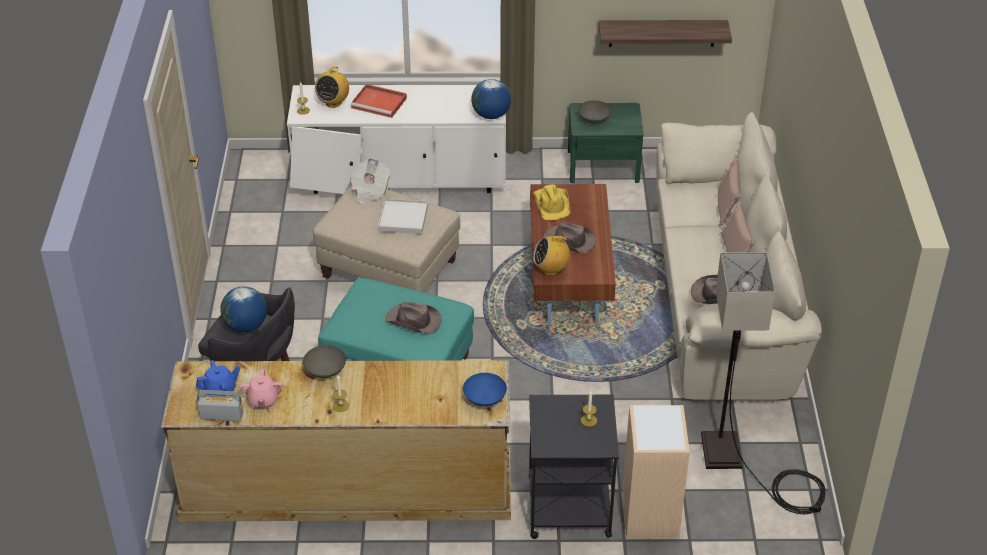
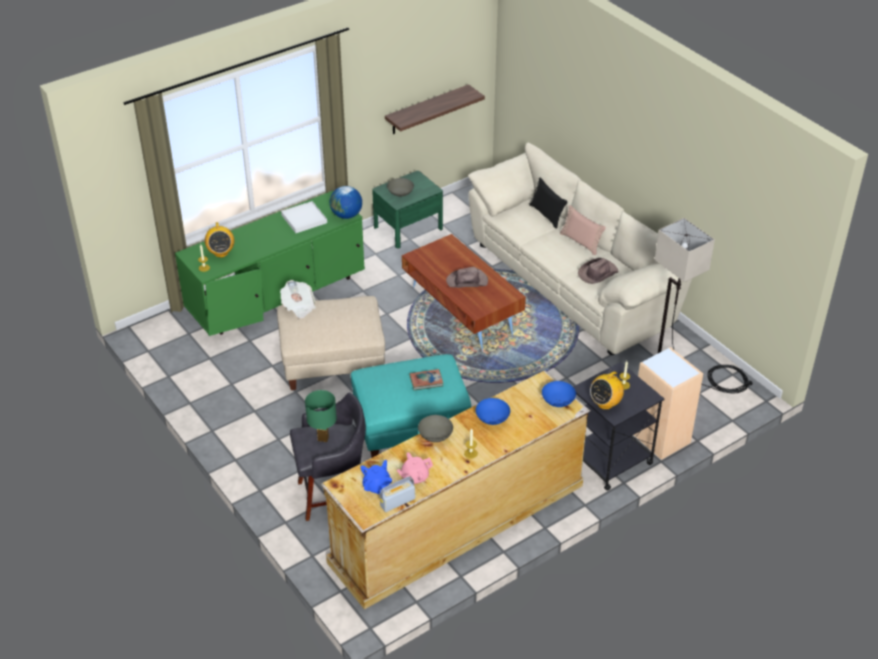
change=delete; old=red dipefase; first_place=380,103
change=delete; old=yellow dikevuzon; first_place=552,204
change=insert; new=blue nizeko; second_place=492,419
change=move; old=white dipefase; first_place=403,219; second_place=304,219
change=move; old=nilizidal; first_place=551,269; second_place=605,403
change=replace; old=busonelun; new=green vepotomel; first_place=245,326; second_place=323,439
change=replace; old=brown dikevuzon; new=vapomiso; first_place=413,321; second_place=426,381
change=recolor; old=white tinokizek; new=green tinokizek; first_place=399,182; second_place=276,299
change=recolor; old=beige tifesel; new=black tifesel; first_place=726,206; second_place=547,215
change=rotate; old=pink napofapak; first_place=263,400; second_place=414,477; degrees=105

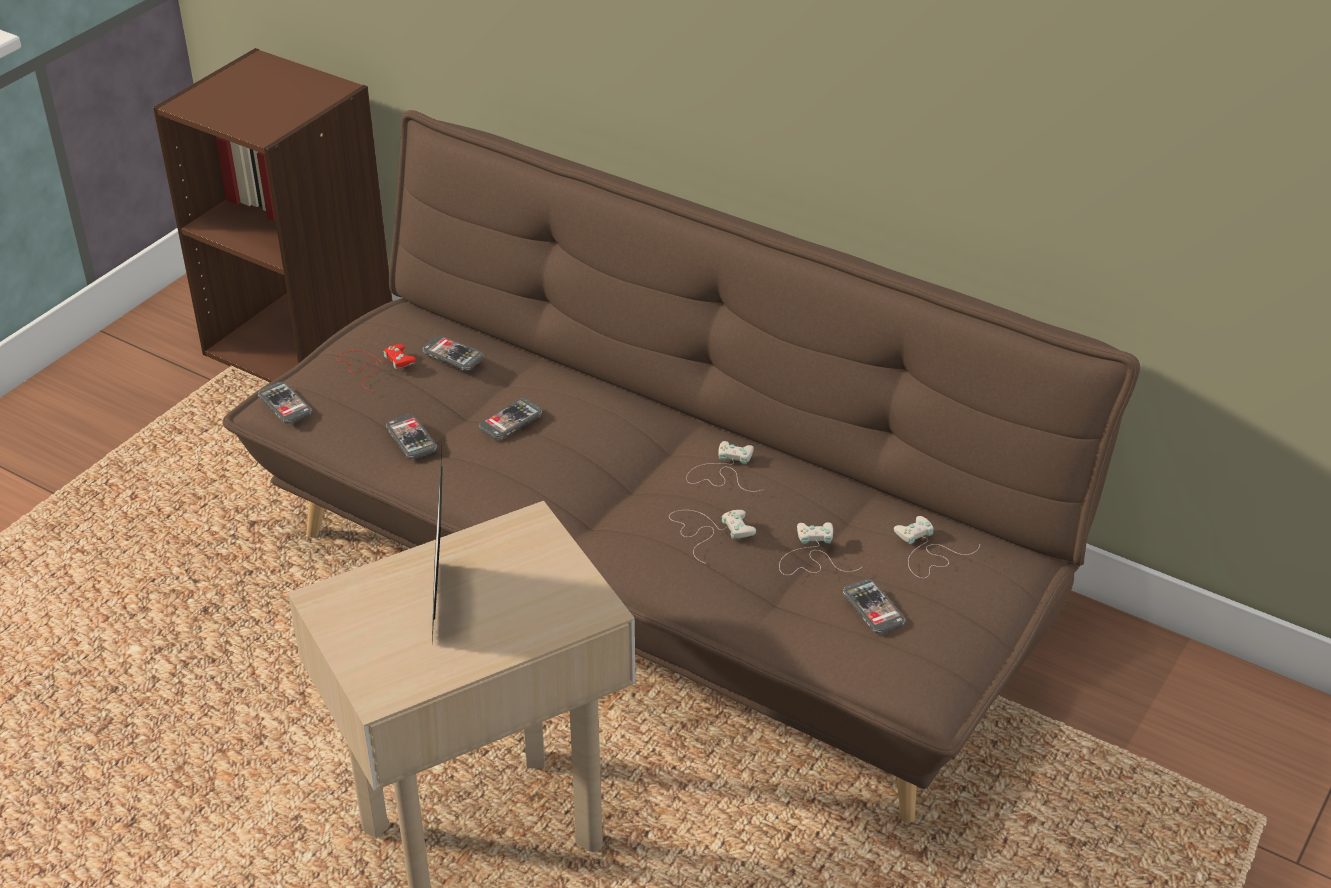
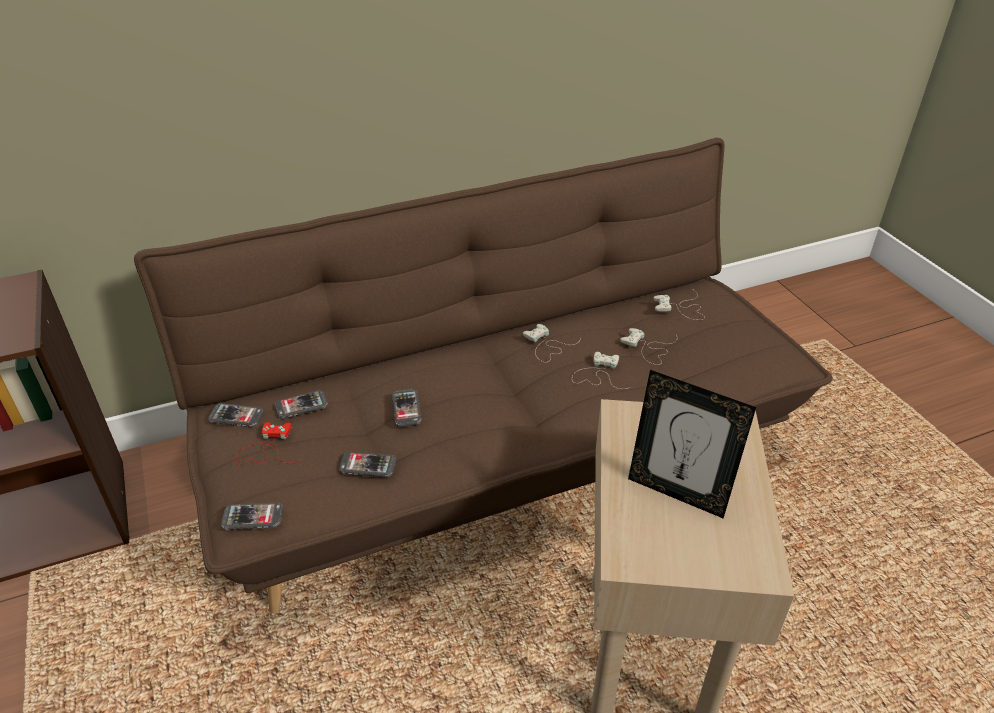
change=move; old=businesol; first_place=873,608; second_place=236,417

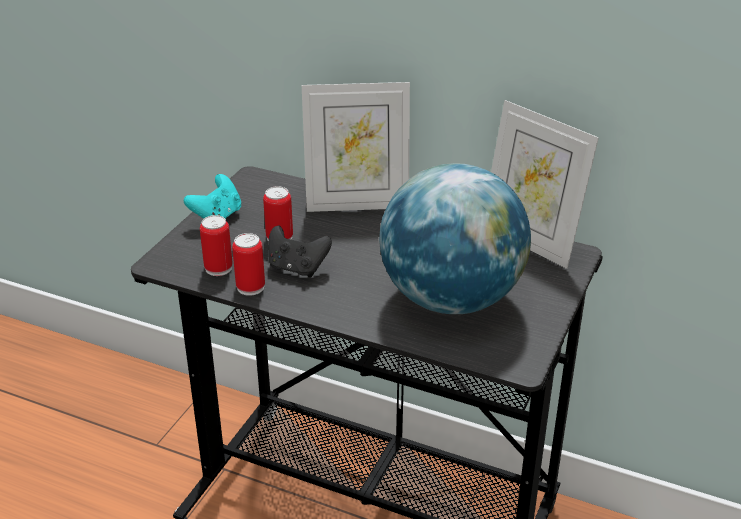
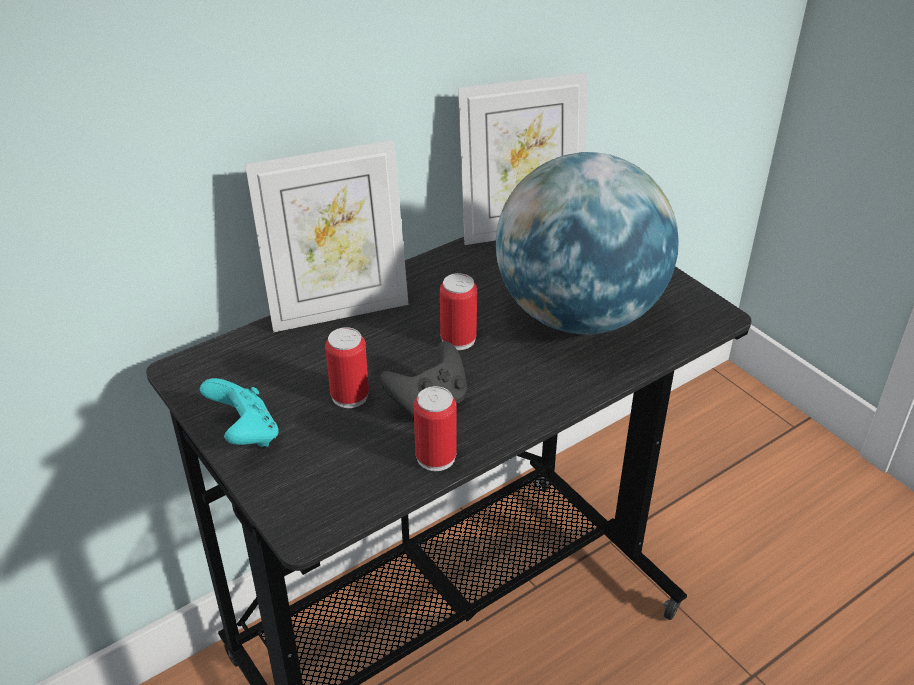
change=move; old=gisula; first_place=218,268; second_place=458,339
change=rotate; old=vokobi; first_place=357,204; second_place=338,309; degrees=45

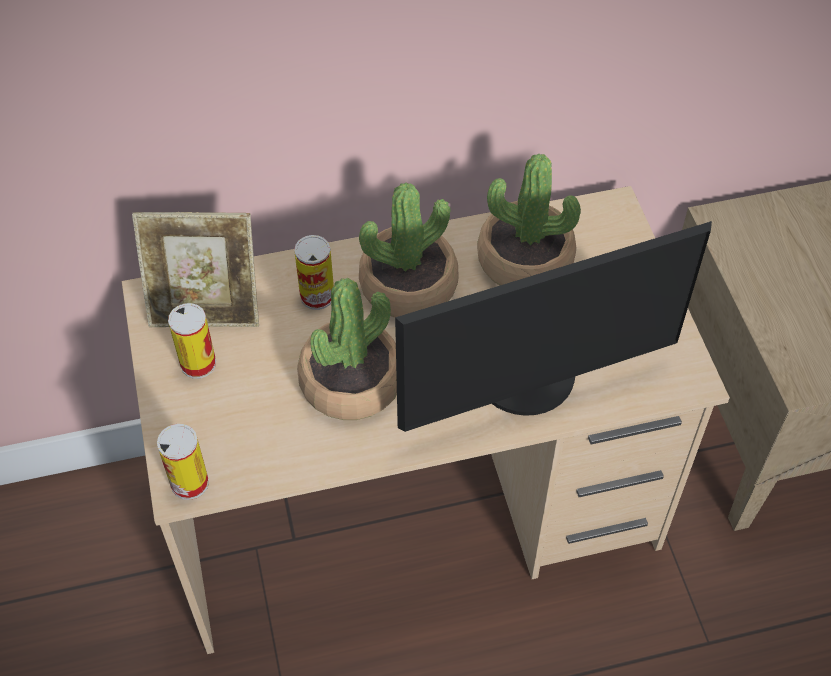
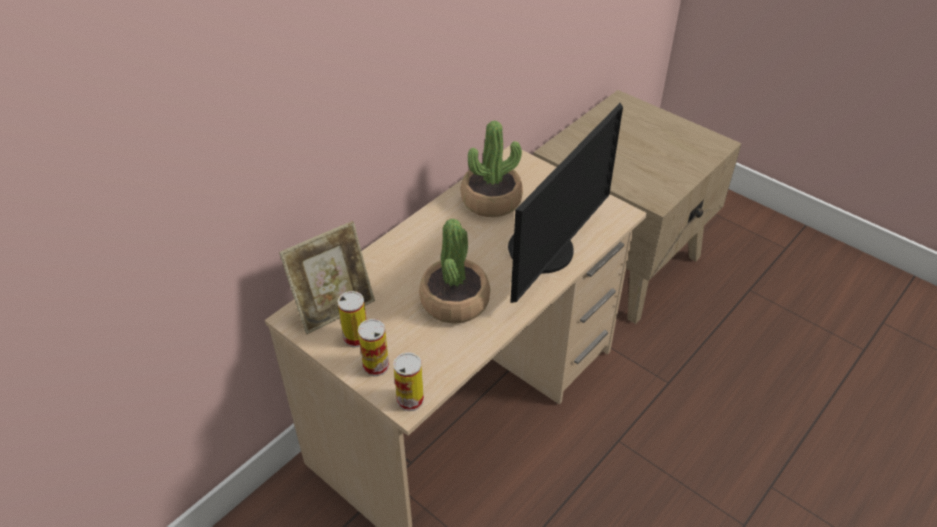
change=delete; old=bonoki; first_place=408,285
change=move; old=gisula; first_place=317,296; second_place=376,366

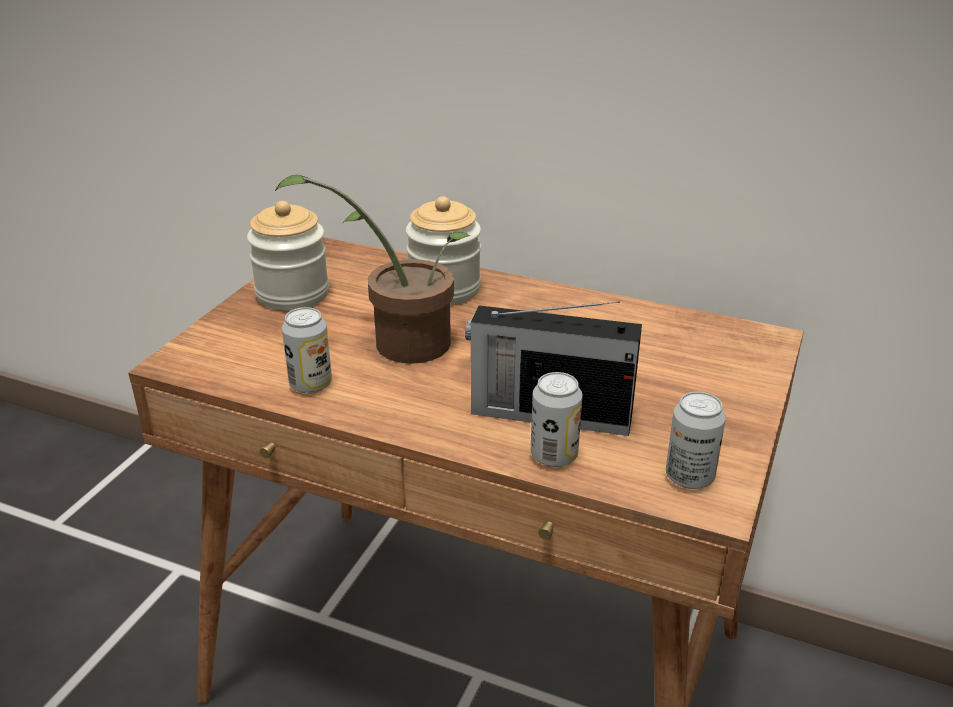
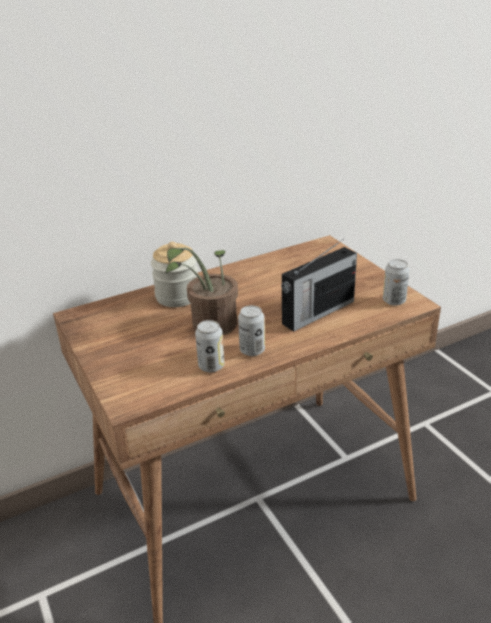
change=delete; old=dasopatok; first_place=292,294
change=move; old=gisula; first_place=554,455; second_place=252,350

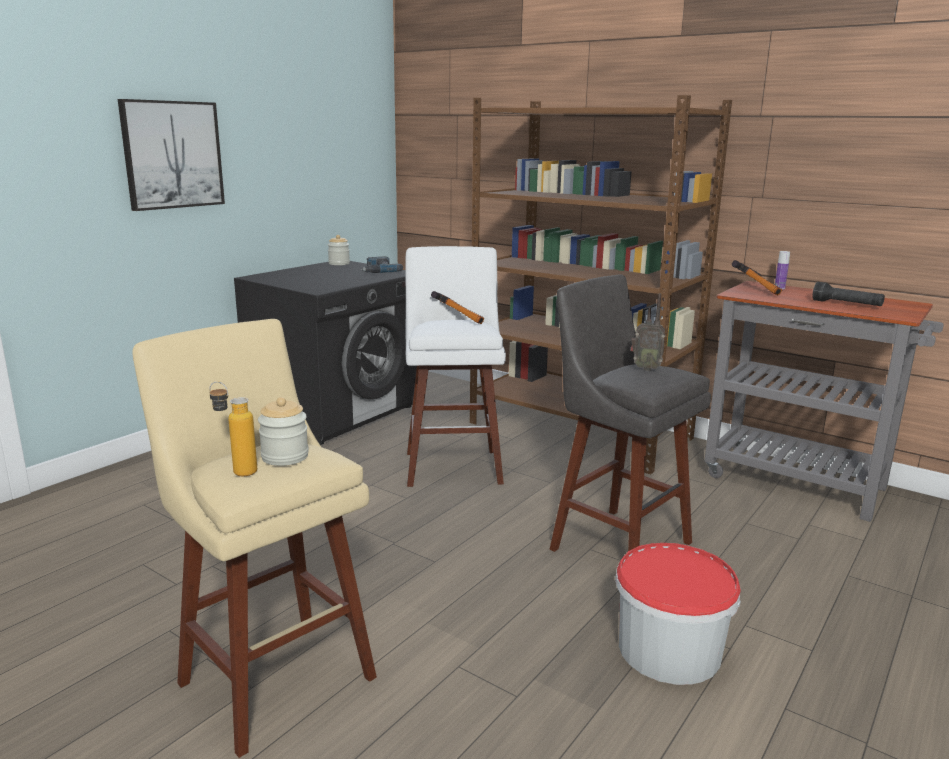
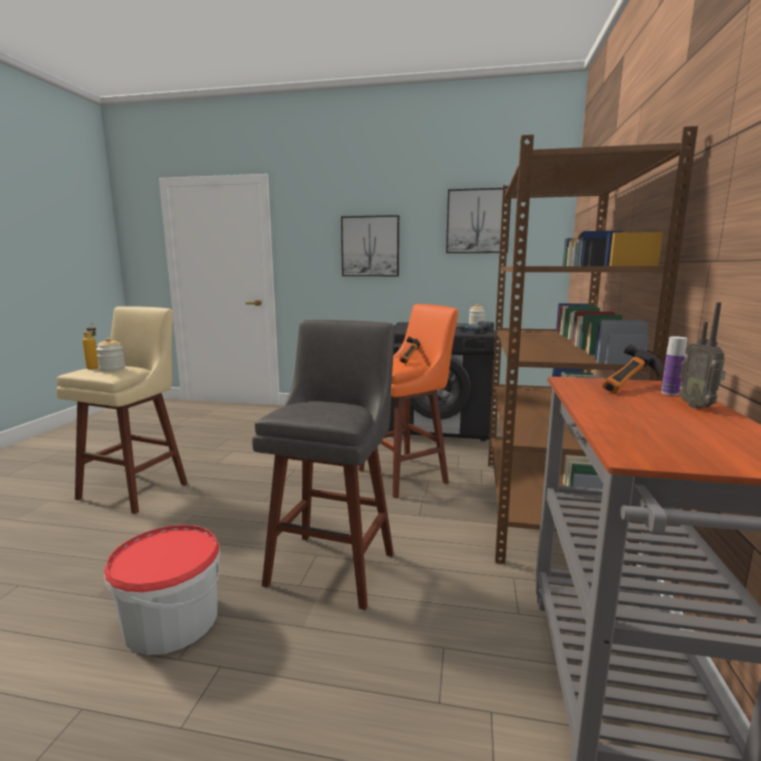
change=delete; old=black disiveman; first_place=846,304
change=insert; new=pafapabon; second_place=478,221
change=move; old=nilizidal; first_place=645,368; second_place=697,406
change=recolor; old=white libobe; new=orange libobe; first_place=453,466; second_place=405,475

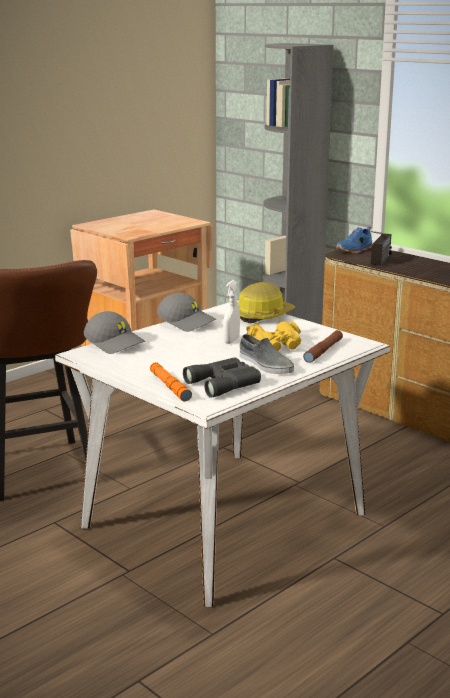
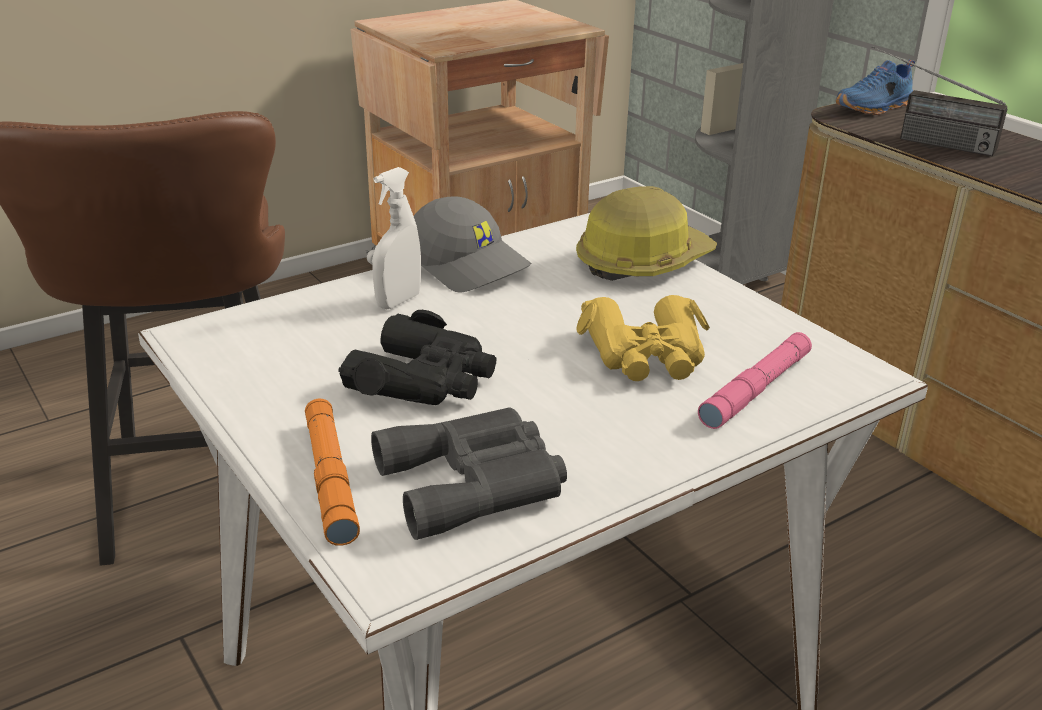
change=delete; old=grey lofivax; first_place=115,343
change=delete; old=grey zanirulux; first_place=265,364
change=insert; new=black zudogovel; second_place=424,379
change=move; old=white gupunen; first_place=231,341; second_place=398,301
change=recolor; old=brown disiveman; new=pink disiveman; first_place=323,351; second_place=756,389
change=rotate; old=nilizidal; first_place=379,262; second_place=922,140; degrees=90

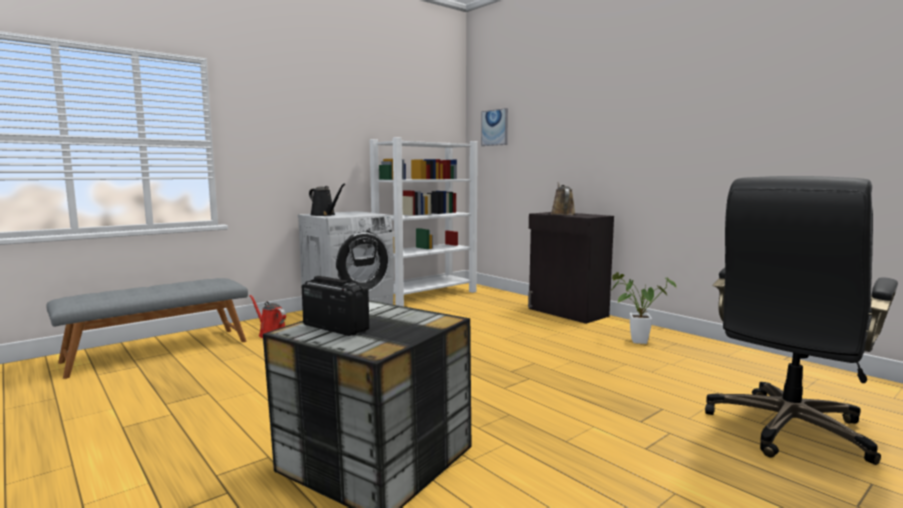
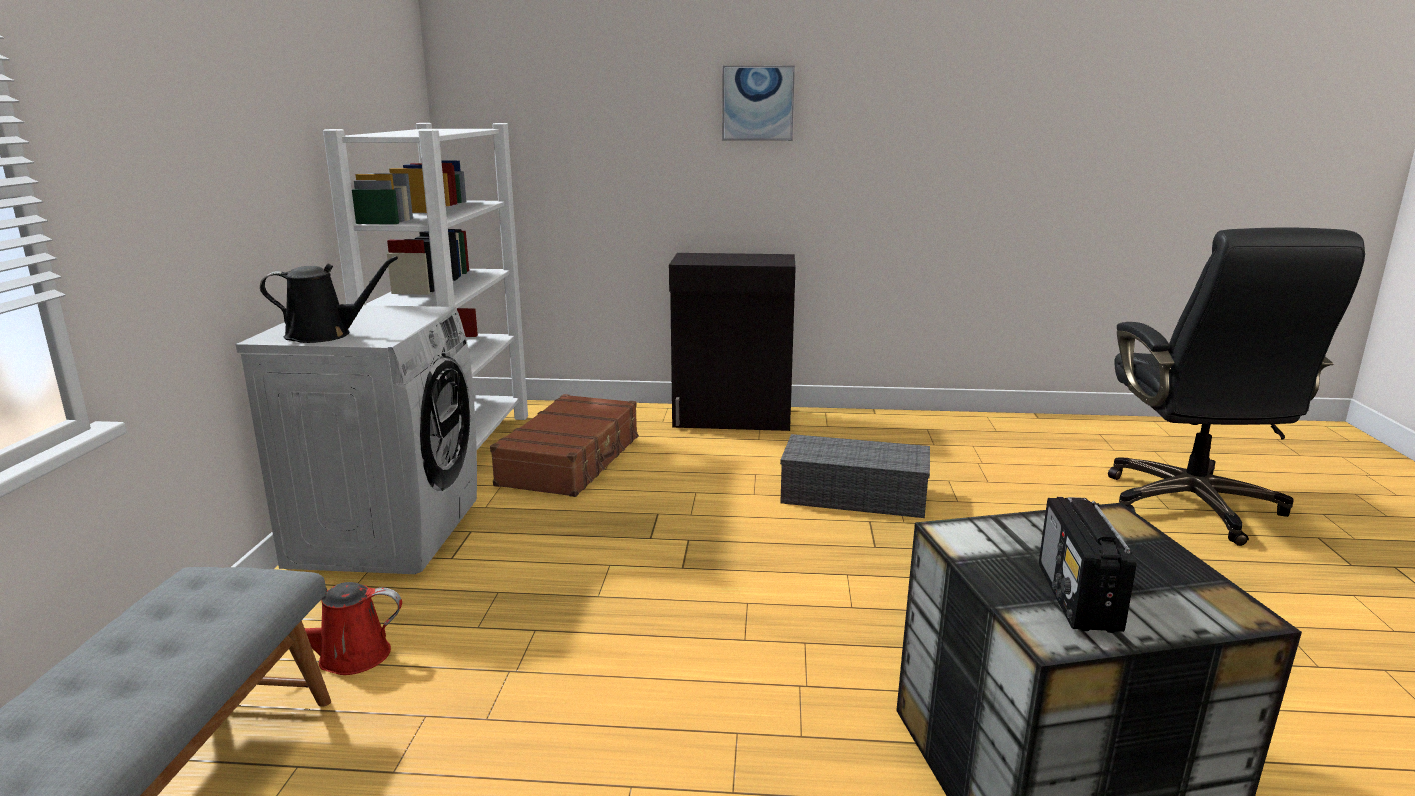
change=delete; old=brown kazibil; first_place=562,214
change=delete; old=bonoki; first_place=634,341
change=insert; new=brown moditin; second_place=571,461
change=insert; new=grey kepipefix; second_place=856,495
change=move; old=pafapabon; first_place=495,127; second_place=758,103
change=rotate; old=nilizidal; first_place=335,327; second_place=1078,598; degrees=-75

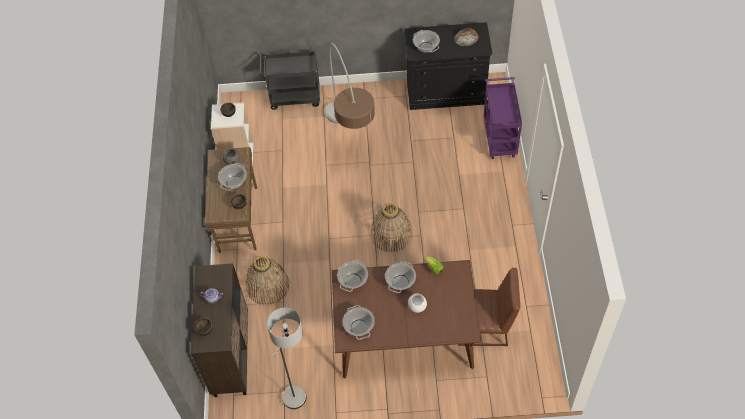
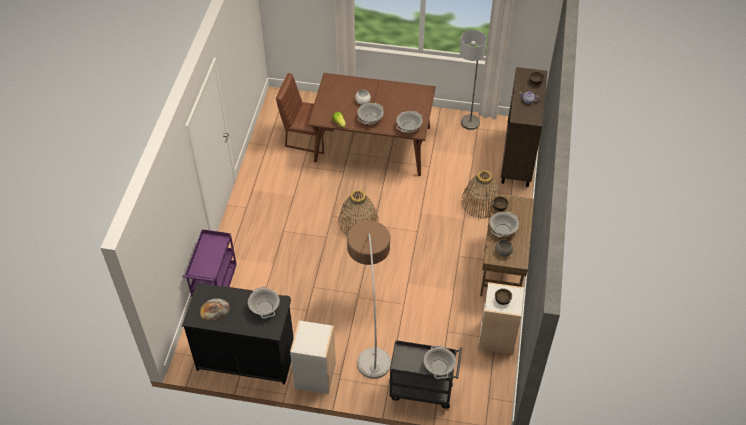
change=insert; new=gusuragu; second_place=315,375
change=move; old=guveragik; first_place=359,327; second_place=439,367

